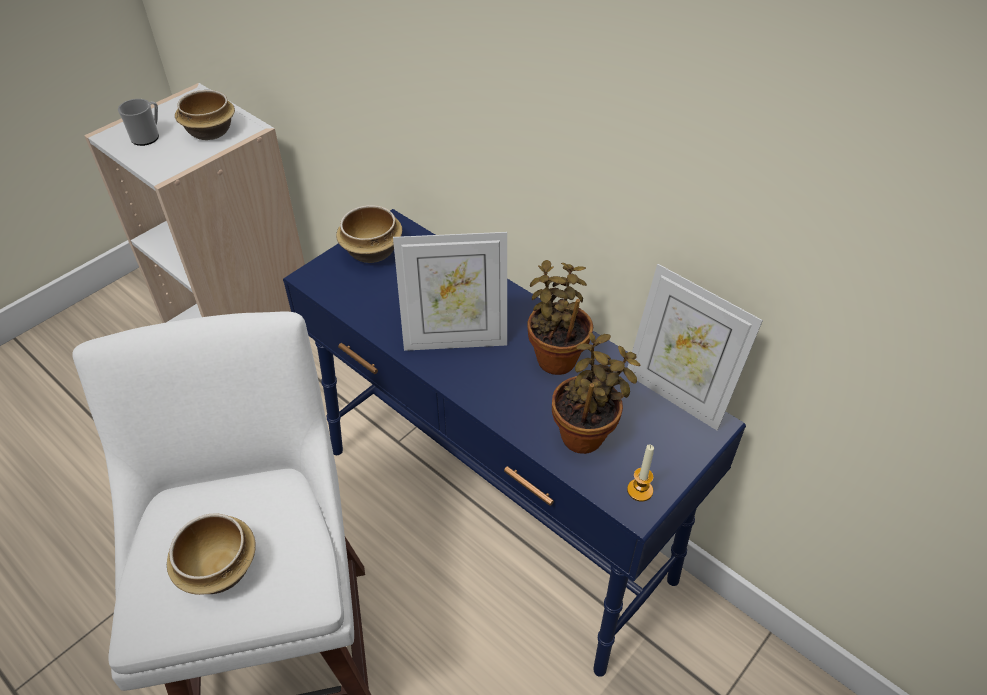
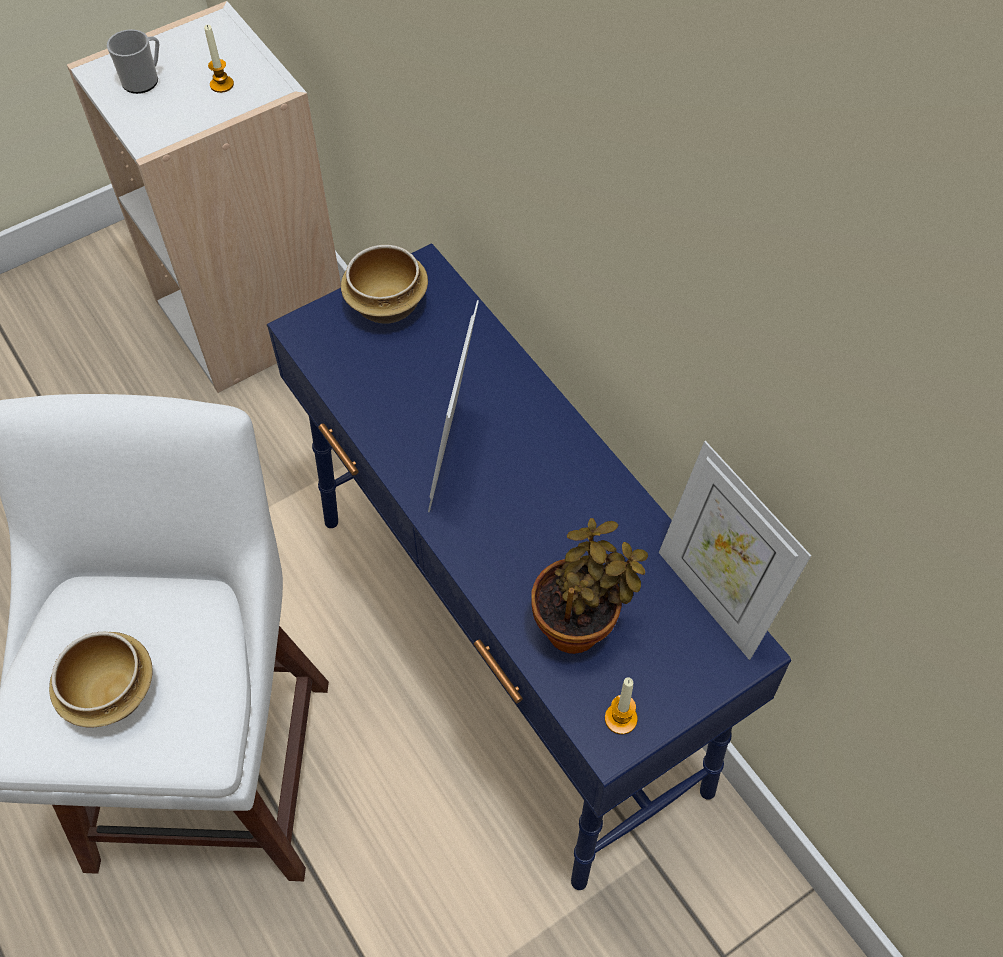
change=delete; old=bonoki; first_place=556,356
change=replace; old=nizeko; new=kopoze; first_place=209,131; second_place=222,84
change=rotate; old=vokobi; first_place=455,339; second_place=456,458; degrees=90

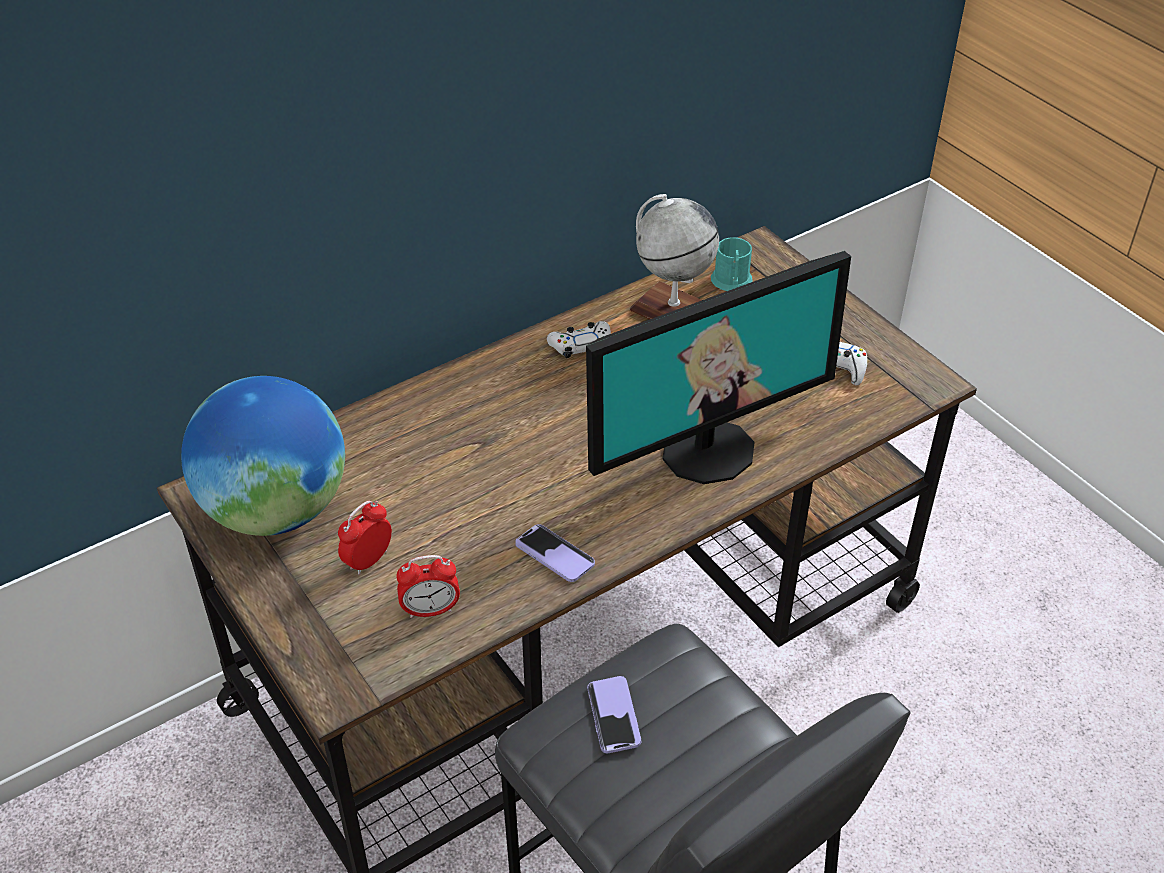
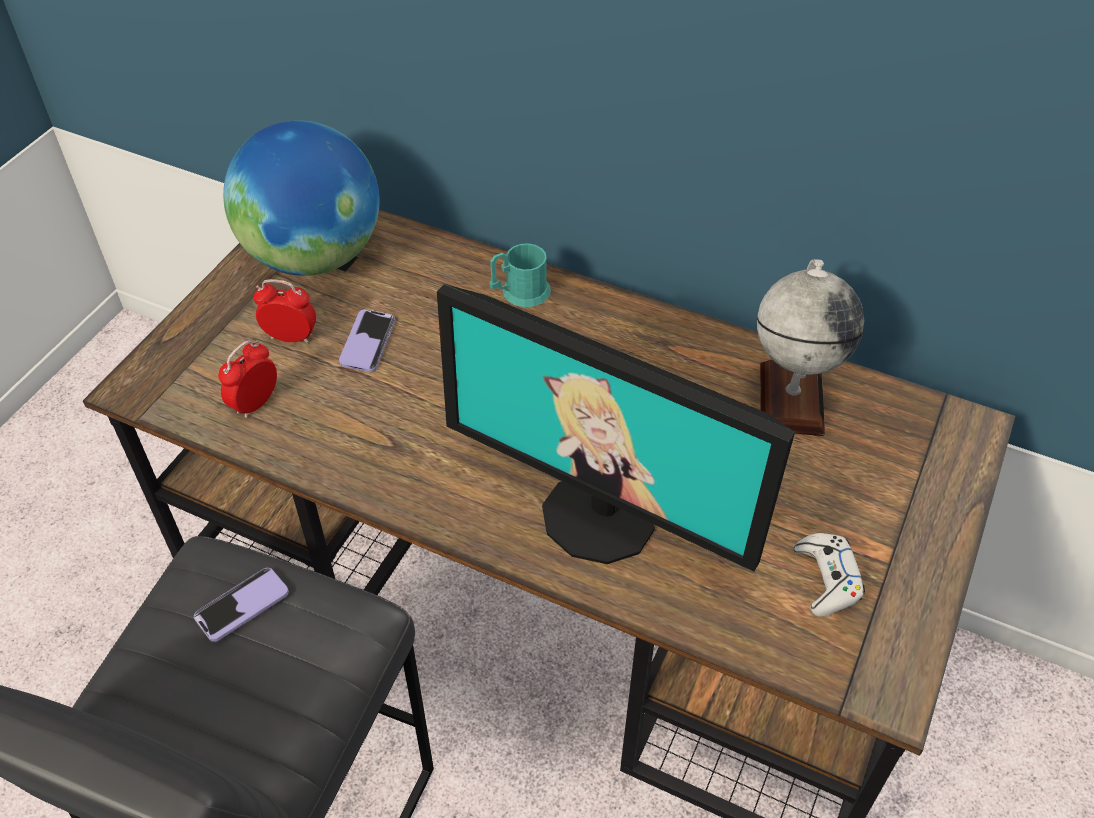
change=delete; old=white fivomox; first_place=580,345
change=move; old=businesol; first_place=555,555; second_place=368,342
change=move; old=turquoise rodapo; first_place=731,282; second_place=519,292
change=rotate; old=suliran; first_place=430,610; second_place=255,403; degrees=75

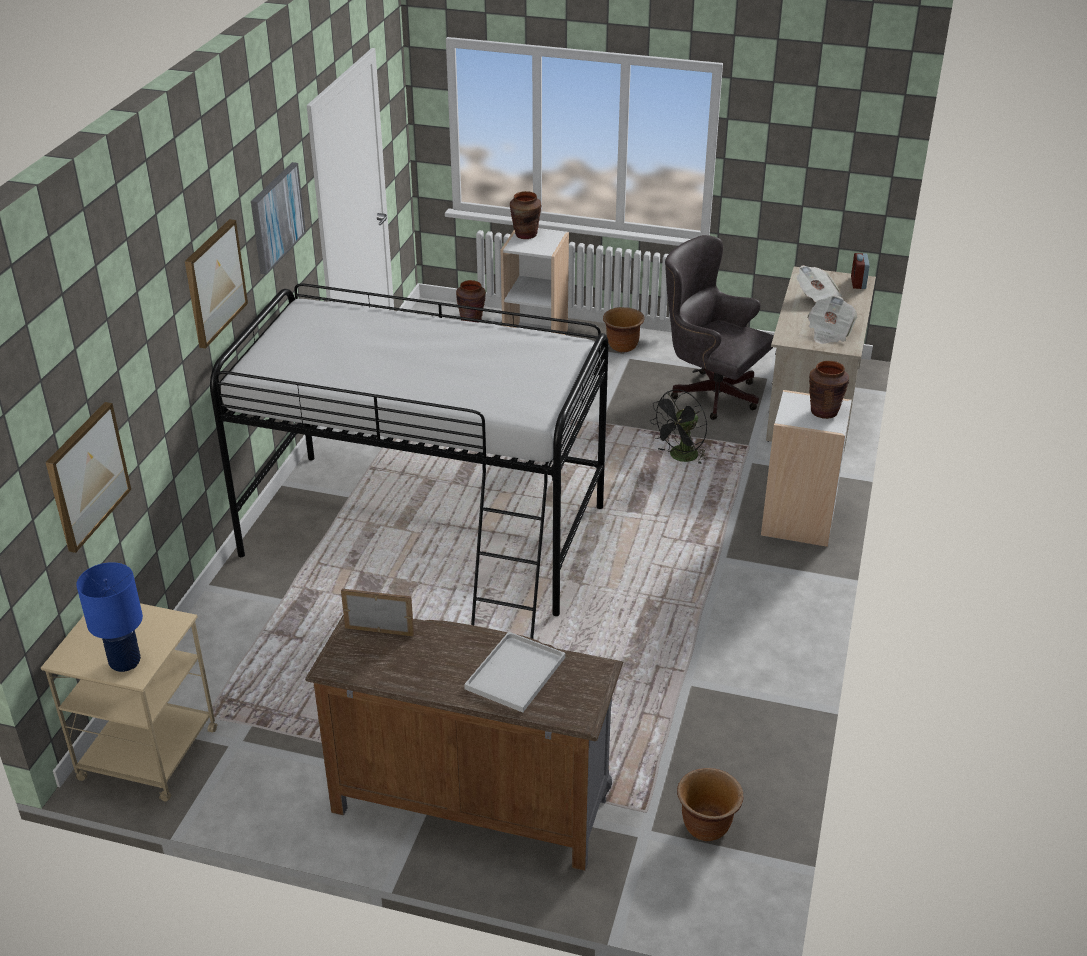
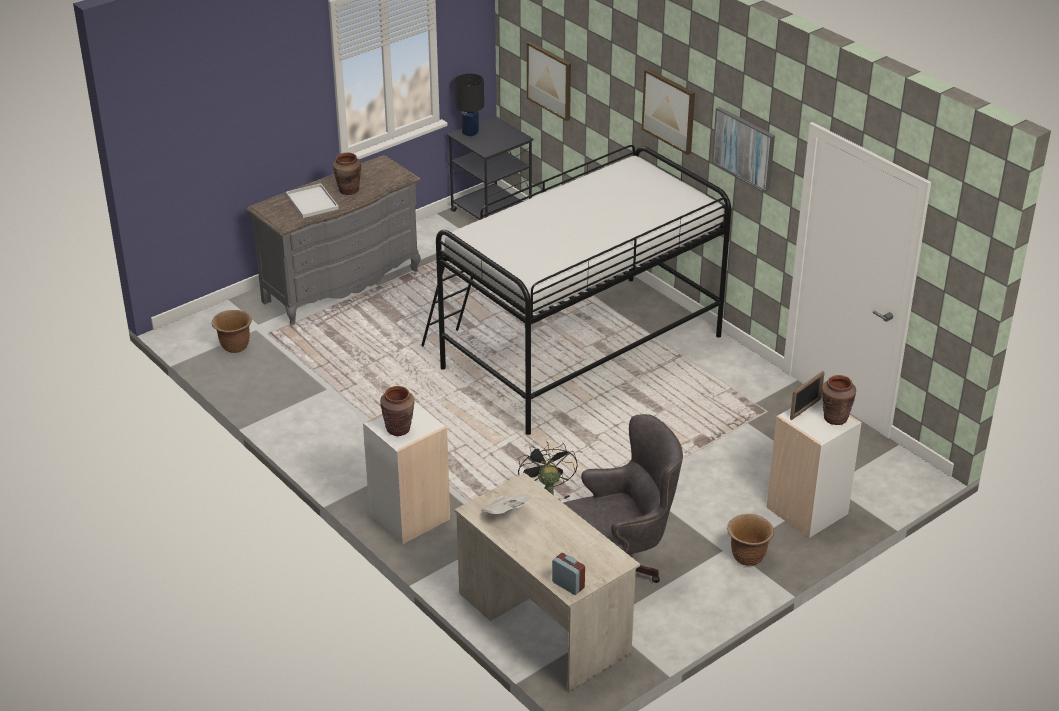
change=delete; old=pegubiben; first_place=818,298
change=move; old=vokobi; first_place=379,631; second_place=805,409
change=move; old=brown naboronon; first_place=471,320; second_place=348,190
change=recolor; old=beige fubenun; new=black fubenun; first_place=149,751; second_place=492,214
change=recolor; old=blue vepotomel; new=black vepotomel; first_place=125,664; second_place=470,133

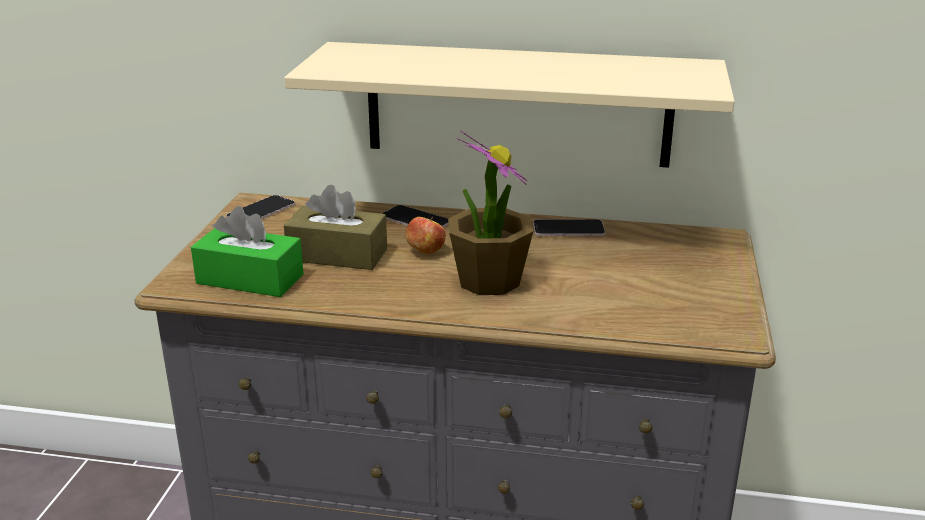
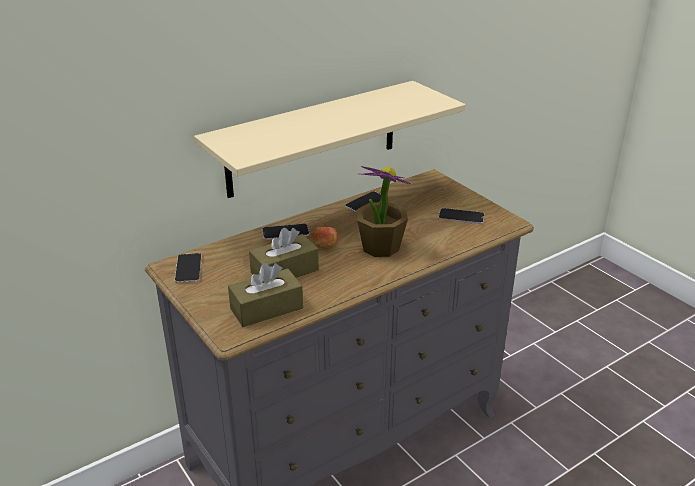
change=insert; new=businesol; second_place=461,217
change=recolor; old=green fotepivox; new=brown fotepivox; first_place=250,279; second_place=266,308

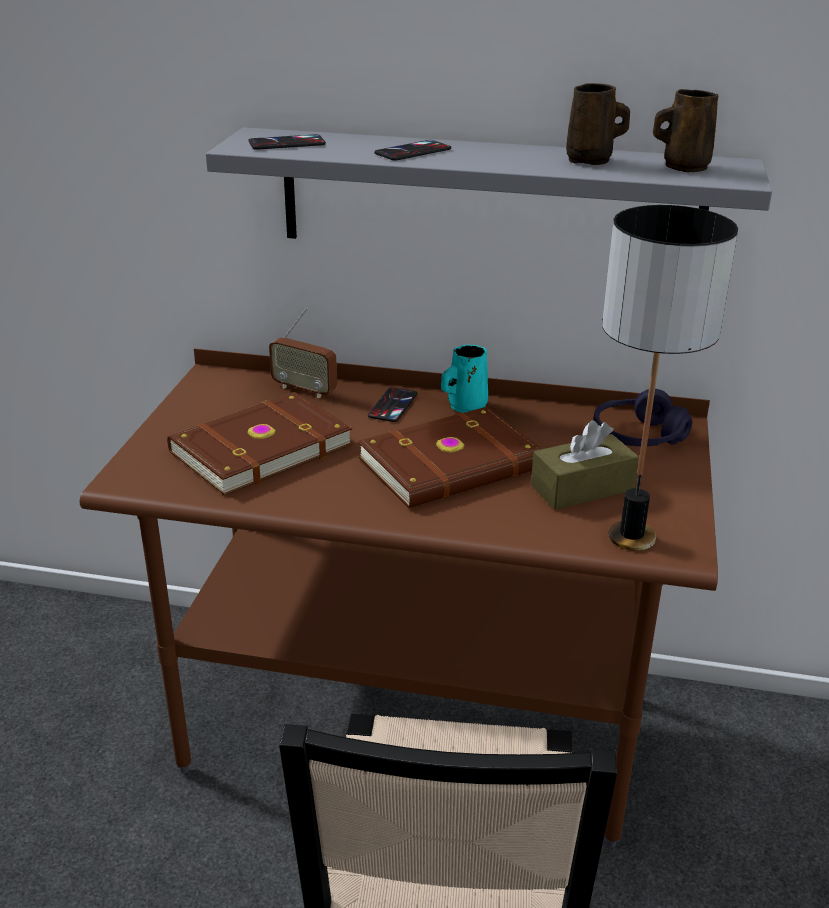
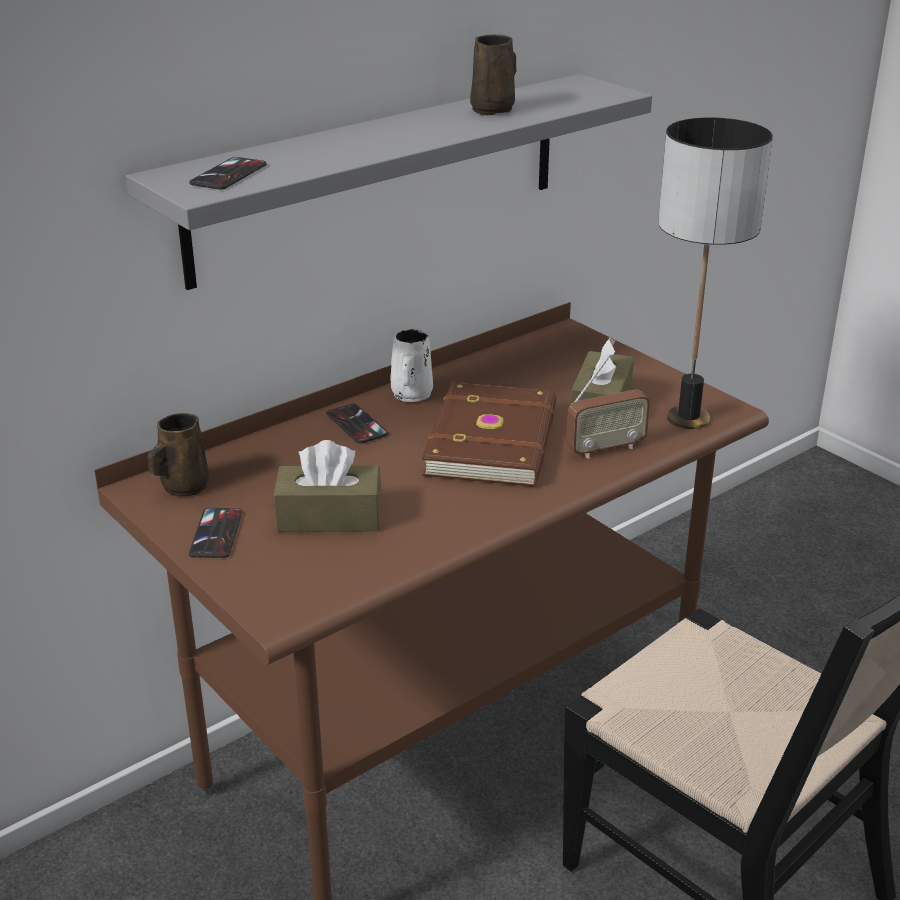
change=delete; old=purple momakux; first_place=637,437
change=move; old=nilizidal; first_place=304,389; second_place=605,449
change=move; old=businesol; first_place=413,151; second_place=216,533
change=move; old=brown rodapo; first_place=682,167; second_place=183,487
change=replace; old=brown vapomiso; new=brown fotepivox; first_place=258,448; second_place=329,517
change=recolor; old=turquoise rodapo; new=white rodapo; first_place=465,407; second_place=411,395

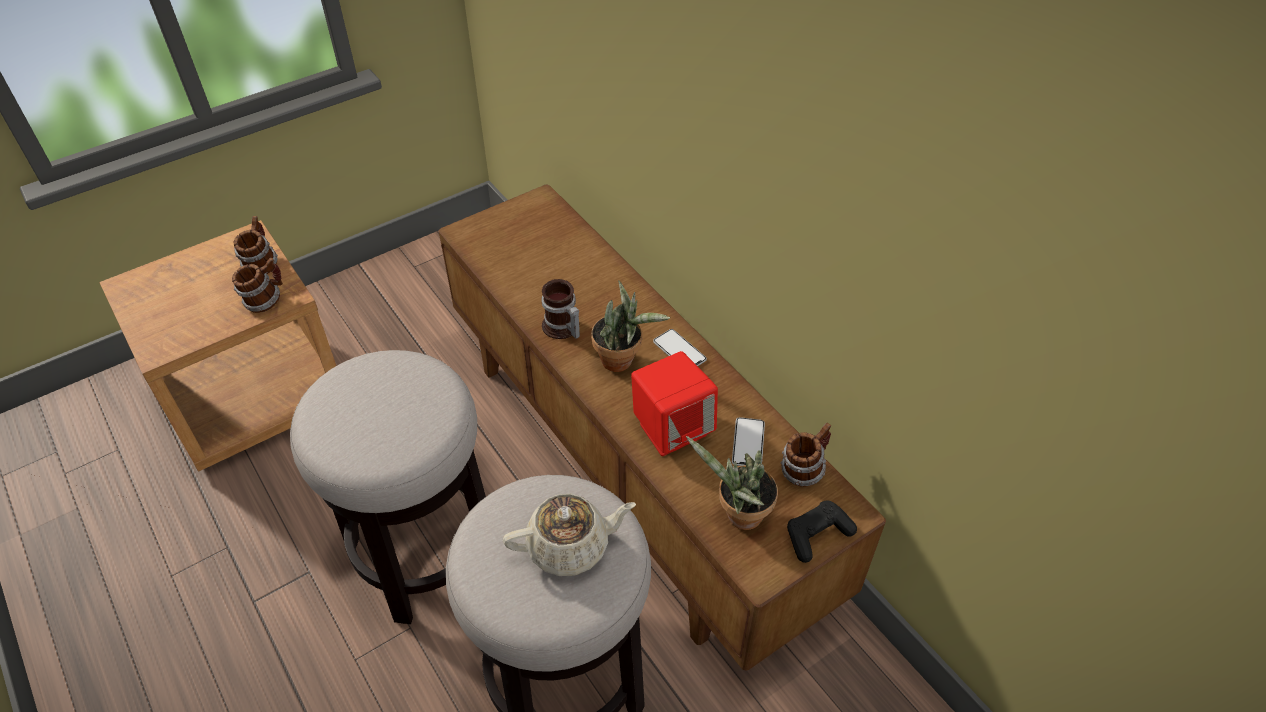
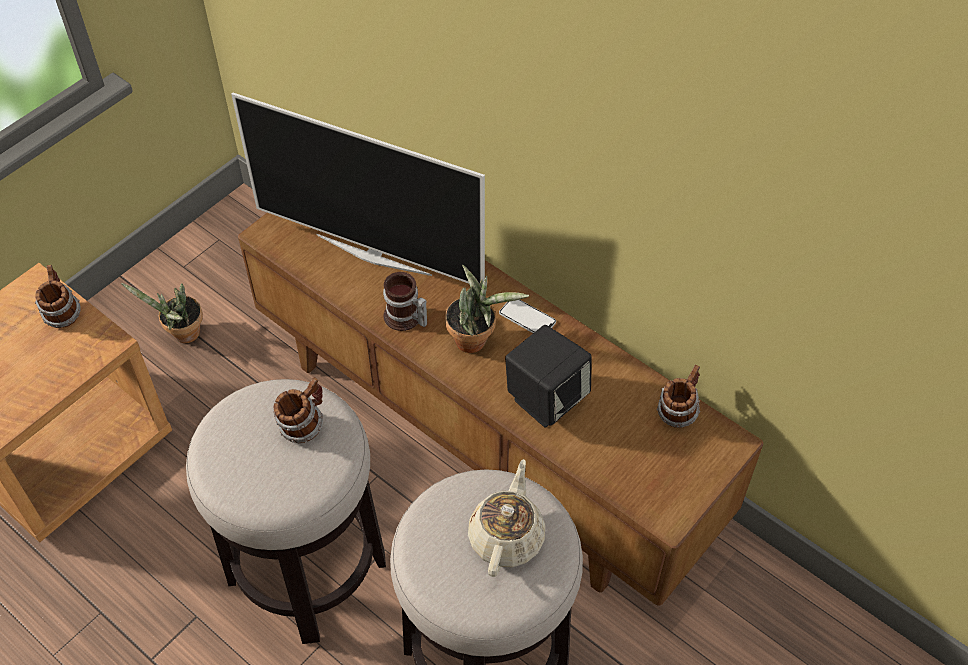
change=delete; old=businesol; first_place=748,443
change=delete; old=black fivomox; first_place=817,535
change=insert; new=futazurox; second_place=374,253
change=move; old=rodapo; first_place=265,301; second_place=303,425
change=move; old=bonoki; first_place=739,516; second_place=182,335
change=recolor; old=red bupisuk; new=black bupisuk; first_place=672,429; second_place=546,398
change=rotate; old=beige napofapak; first_place=570,546; second_place=507,536; degrees=-45

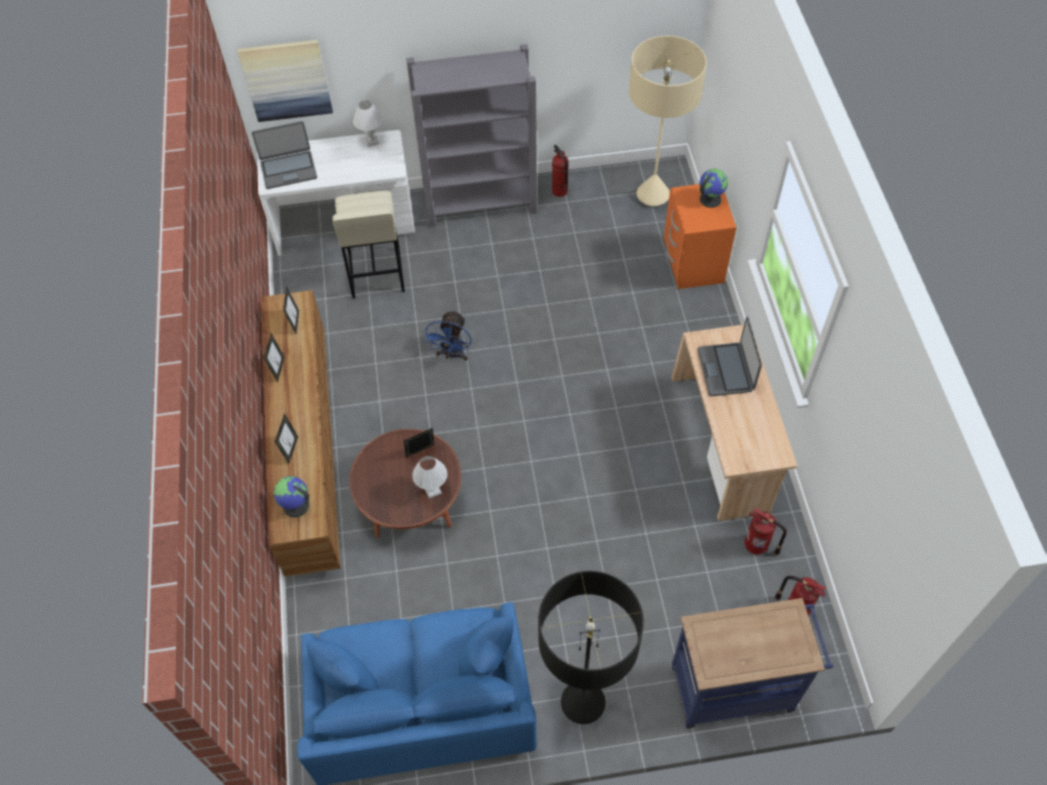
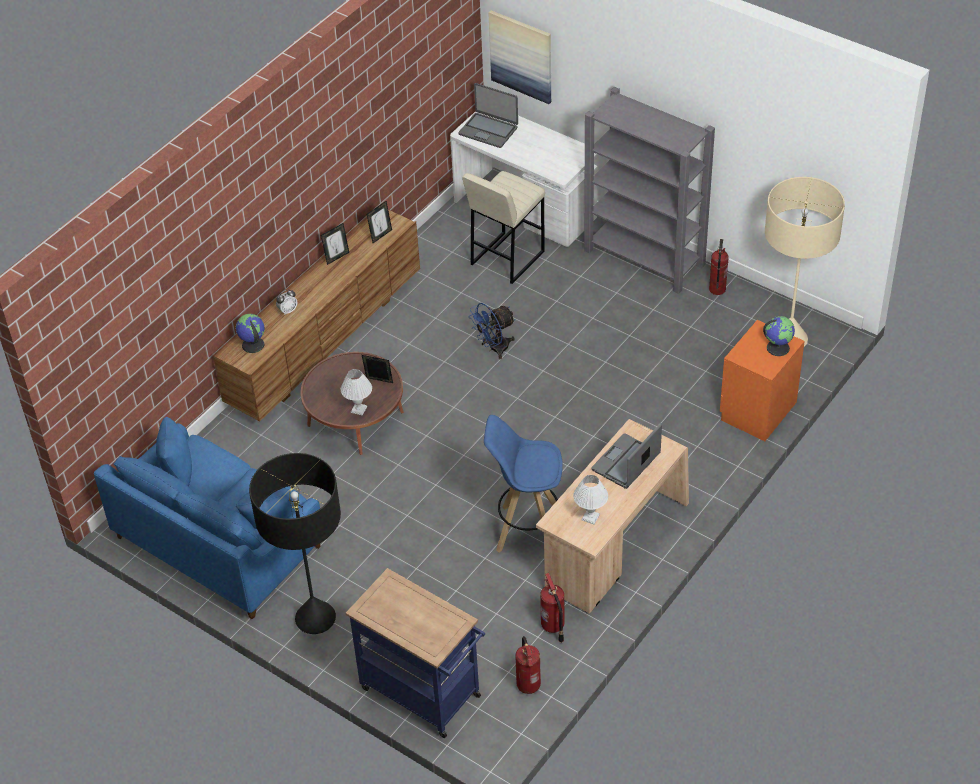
change=insert; new=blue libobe; second_place=526,530
change=move; old=white vepotomel; first_place=371,141; second_place=590,517
change=replace; old=vokobi; new=suliran; first_place=290,449; second_place=287,310

